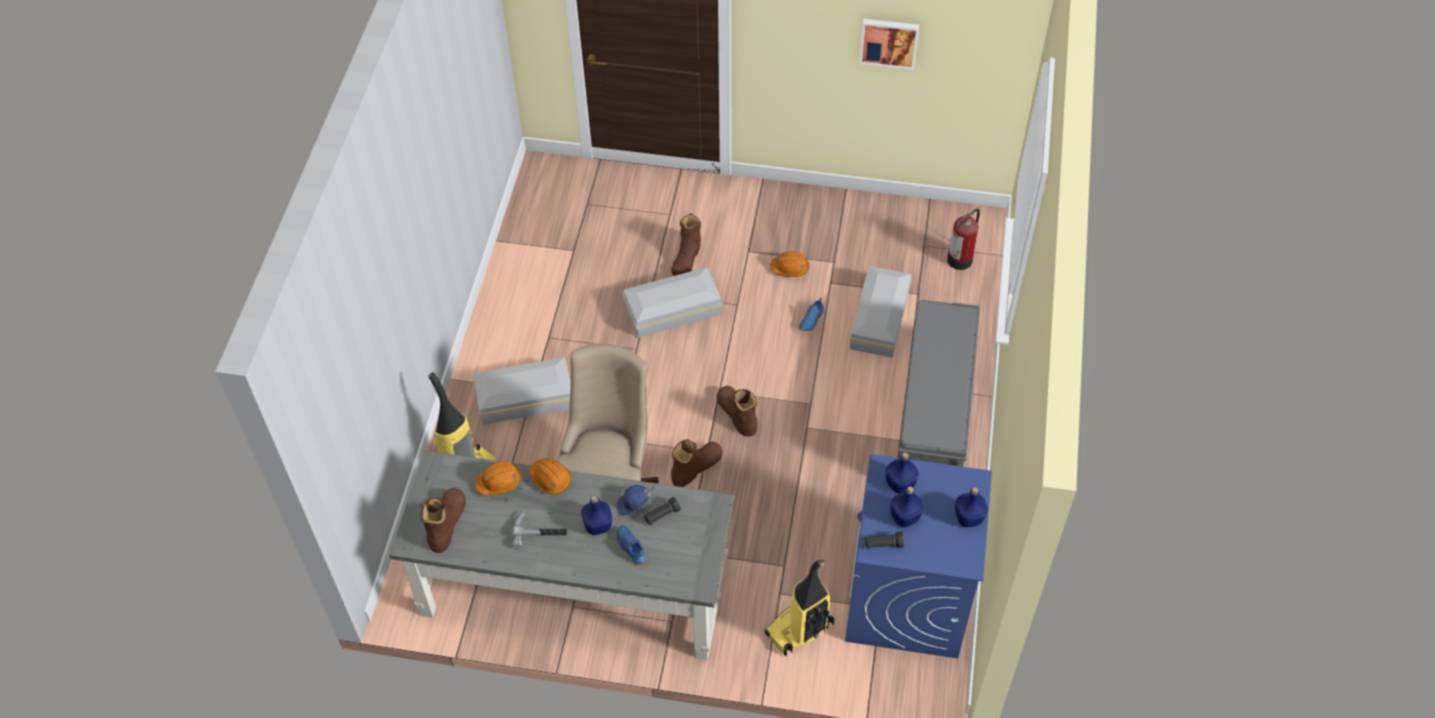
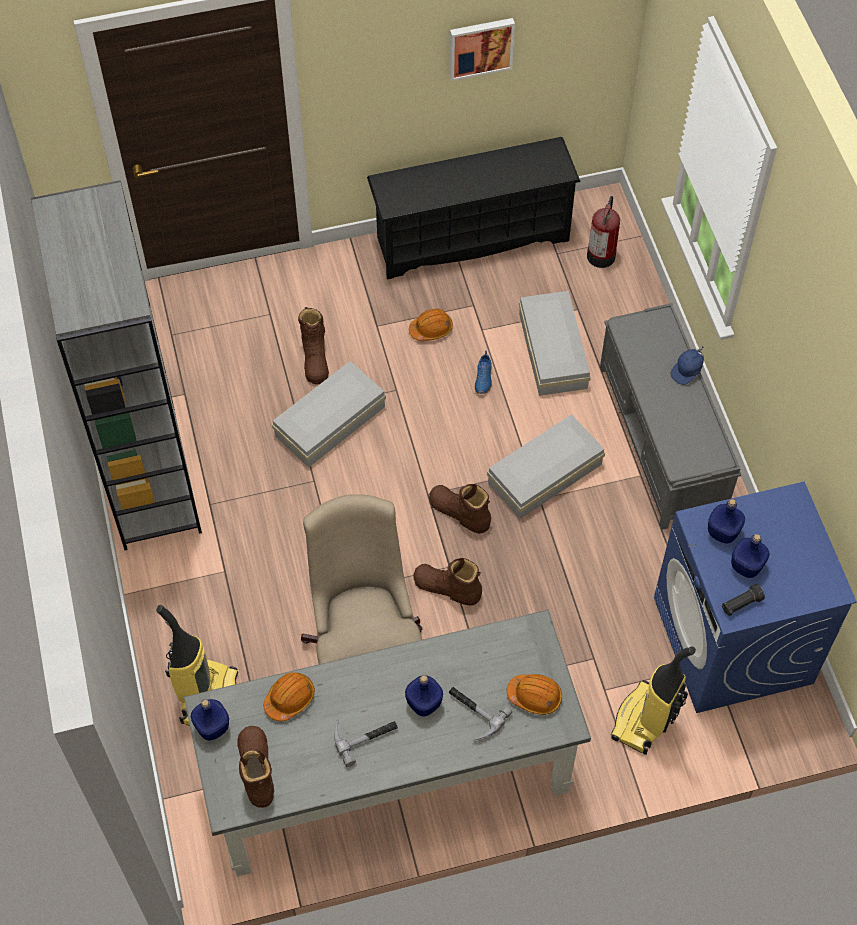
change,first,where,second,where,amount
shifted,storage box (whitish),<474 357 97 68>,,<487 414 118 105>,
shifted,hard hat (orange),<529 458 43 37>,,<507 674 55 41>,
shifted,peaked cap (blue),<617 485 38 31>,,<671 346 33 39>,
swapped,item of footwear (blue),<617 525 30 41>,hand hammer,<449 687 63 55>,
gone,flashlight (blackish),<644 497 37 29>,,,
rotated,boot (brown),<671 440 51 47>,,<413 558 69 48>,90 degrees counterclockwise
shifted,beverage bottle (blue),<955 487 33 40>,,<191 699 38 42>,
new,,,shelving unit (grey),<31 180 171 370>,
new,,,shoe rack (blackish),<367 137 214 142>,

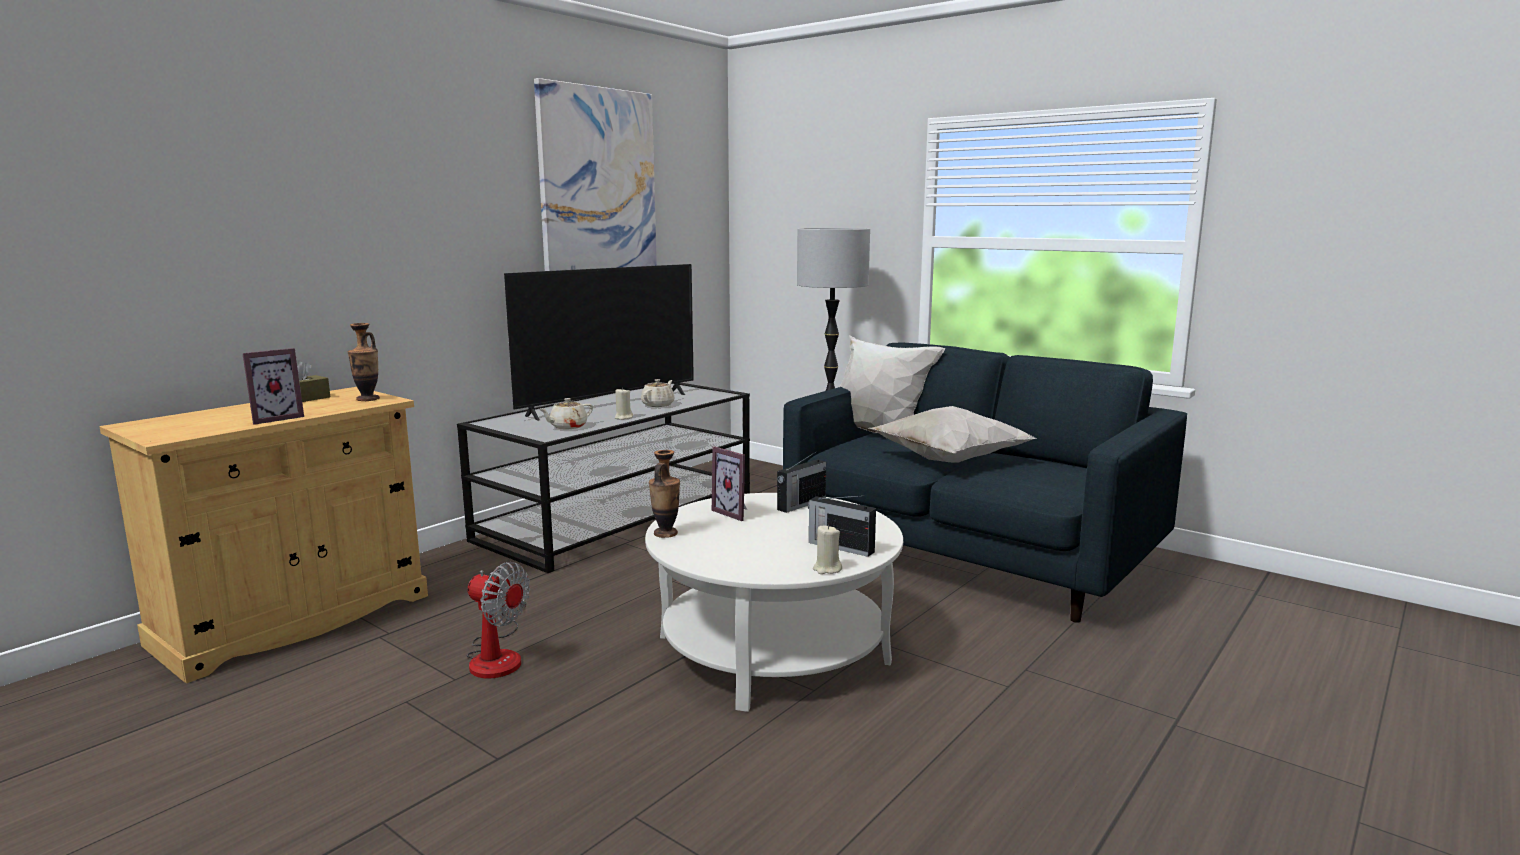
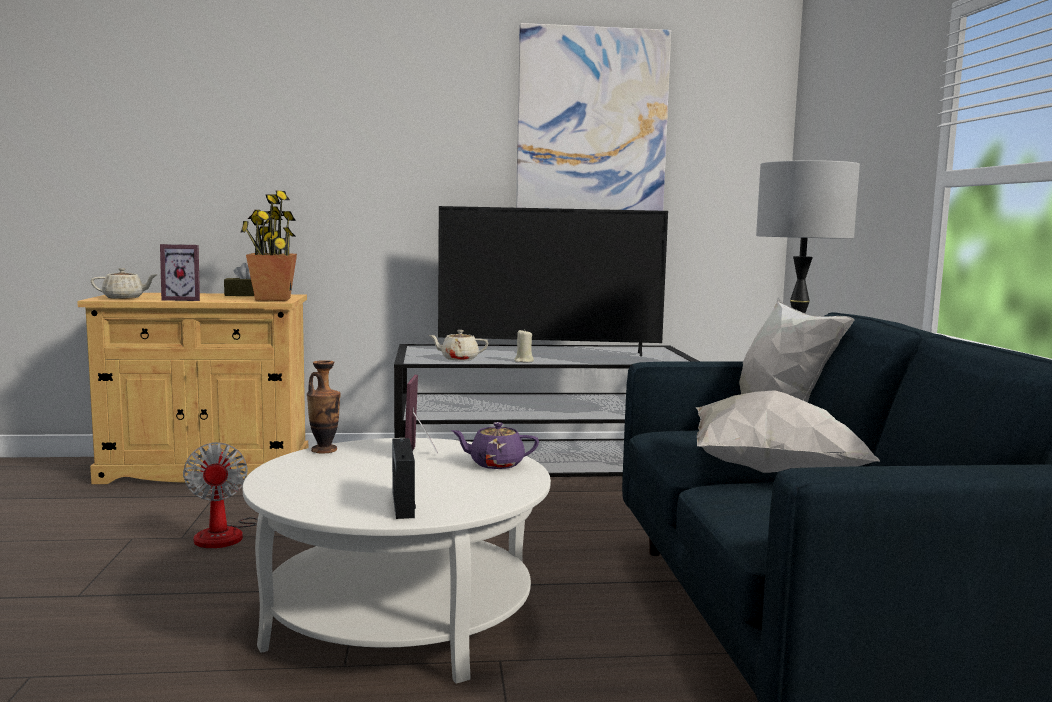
change,first,where,second,where,amount
swapped,decorative vase,<348 323 32 78>,potted plant,<240 190 57 111>,
shifted,pot for tea (sand-coloured),<641 379 34 28>,,<91 268 67 31>,
swapped,radio set,<777 451 49 62>,pot for tea (purple-coloured),<451 422 88 47>,
gone,wax candle (sand-coloured),<813 525 29 49>,,,

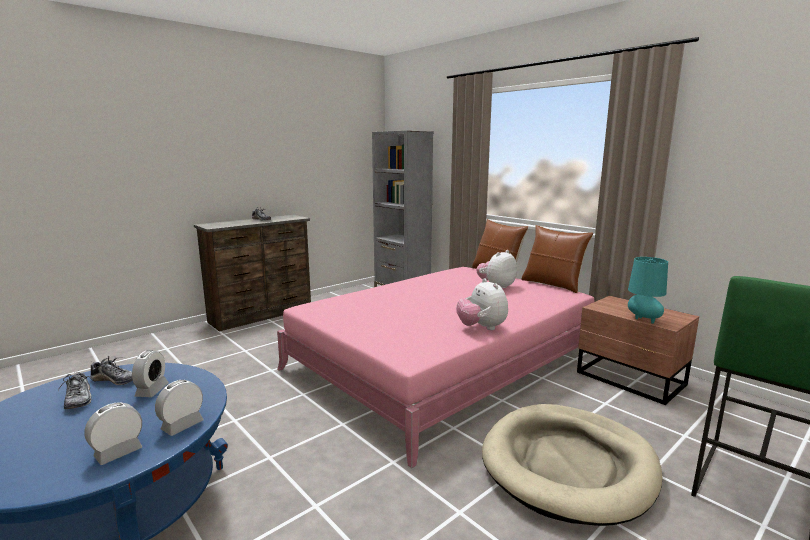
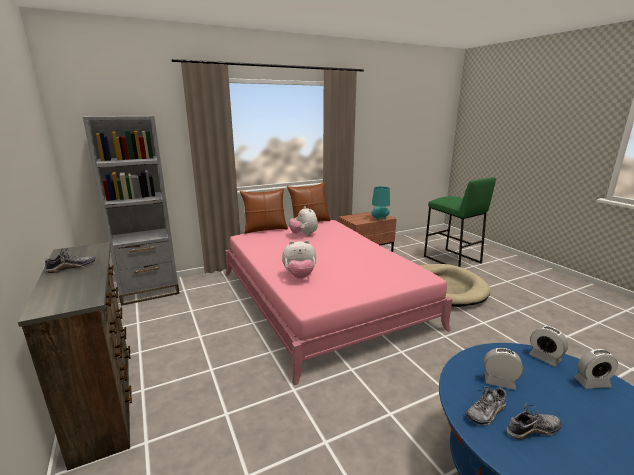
change,first,where,second,where,amount
rotated,bedside clock,<84 403 59 62>,,<574 349 44 40>,60 degrees counterclockwise
rotated,item of footwear,<90 356 43 29>,,<465 386 41 39>,150 degrees counterclockwise
shifted,plush toy,<457 278 51 52>,,<282 240 34 39>,

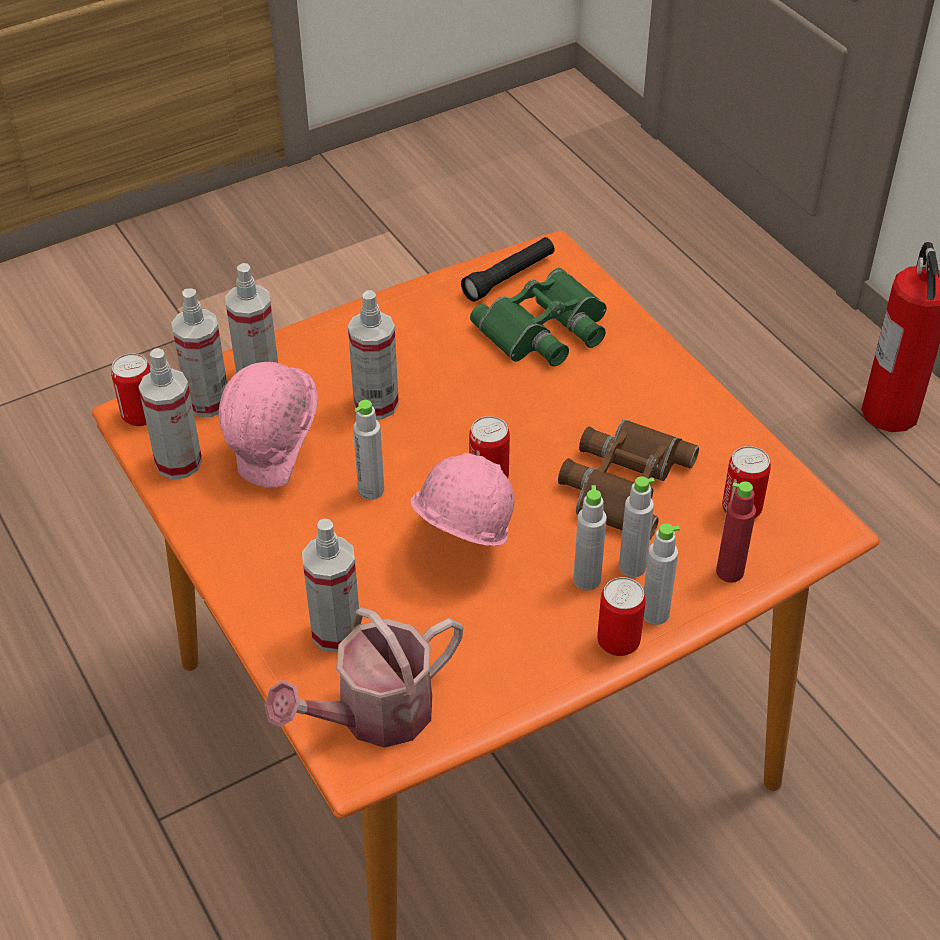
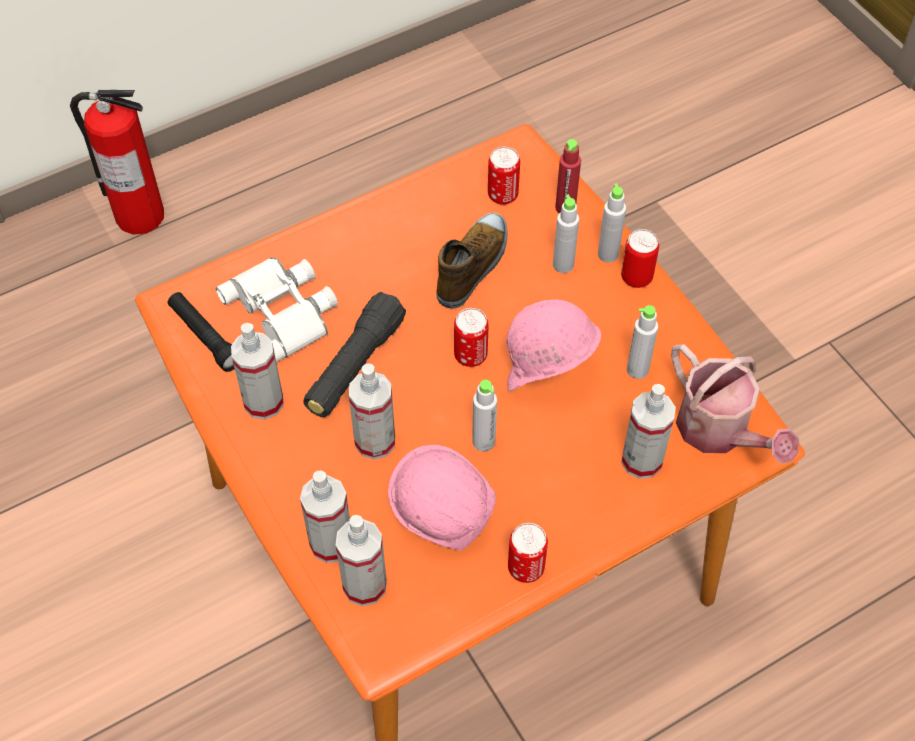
change,first,where,second,where,amount
shifted,metal can,<111 353 39 73>,,<508 523 40 60>,
shifted,hand sprayer,<139 348 63 132>,,<231 323 53 97>,
repainted,pair of binoculars (greenish),<470 268 137 98>,pair of binoculars (whitish),<216 257 122 105>,
swapped,pair of binoculars (brown),<558 420 141 119>,item of footwear,<436 213 72 96>,
shifted,beverage bottle (grey),<573 485 34 106>,,<627 305 31 74>,
new,,,flashlight (blackish),<303 292 103 125>,

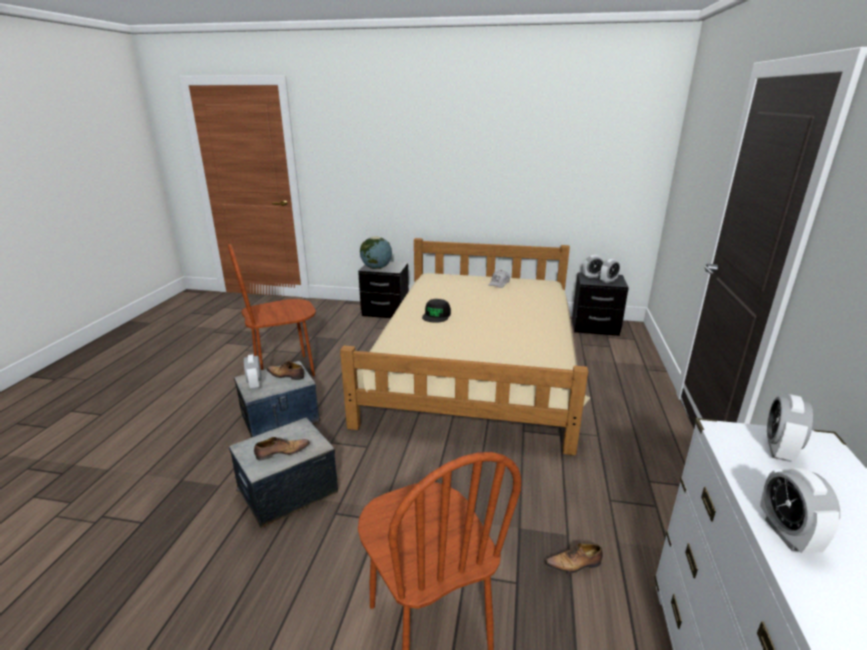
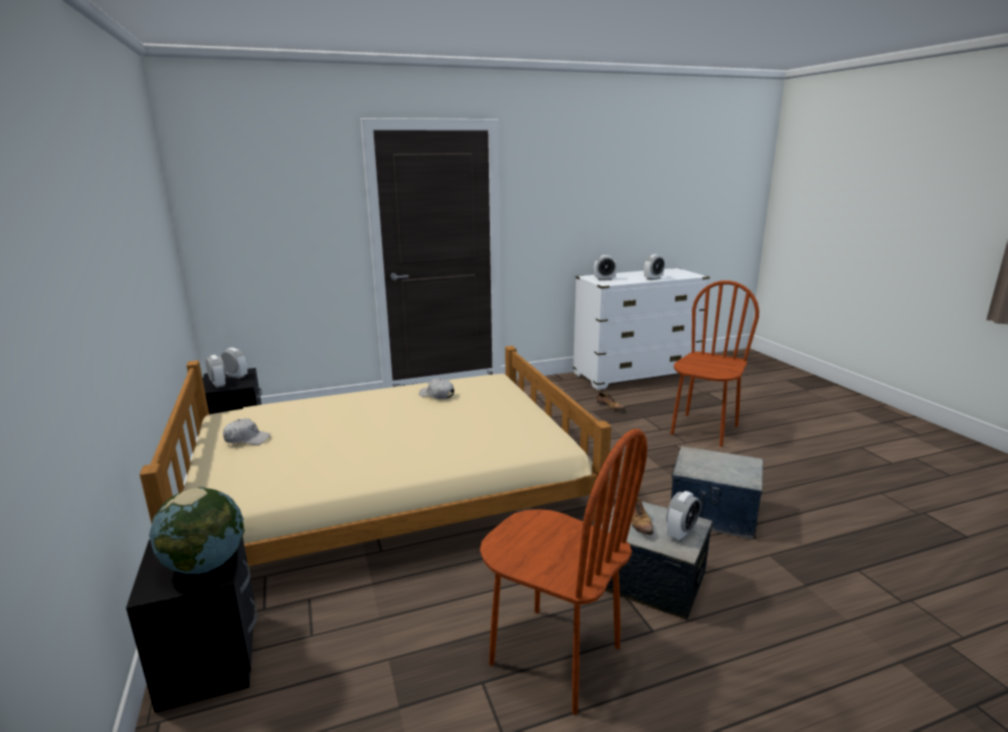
change,first,where,second,where,amount
gone,item of footwear,<254 437 56 23>,,,
gone,peaked cap (blackish),<422 299 29 24>,,,
new,,,peaked cap (whitish),<419 378 35 21>,

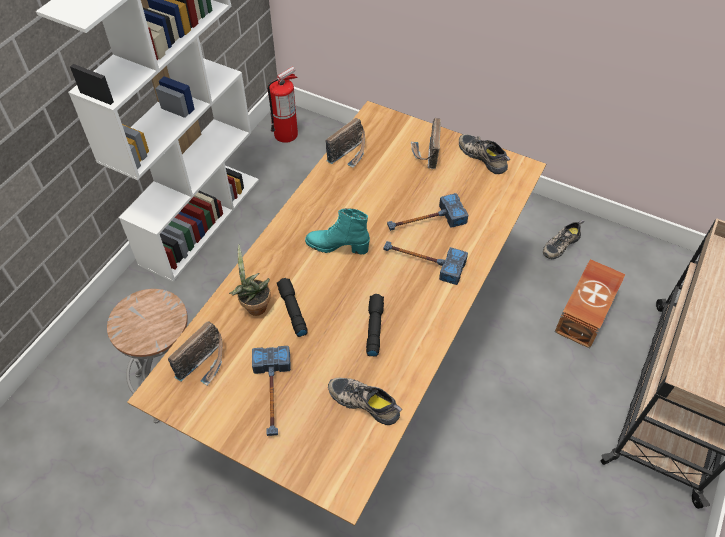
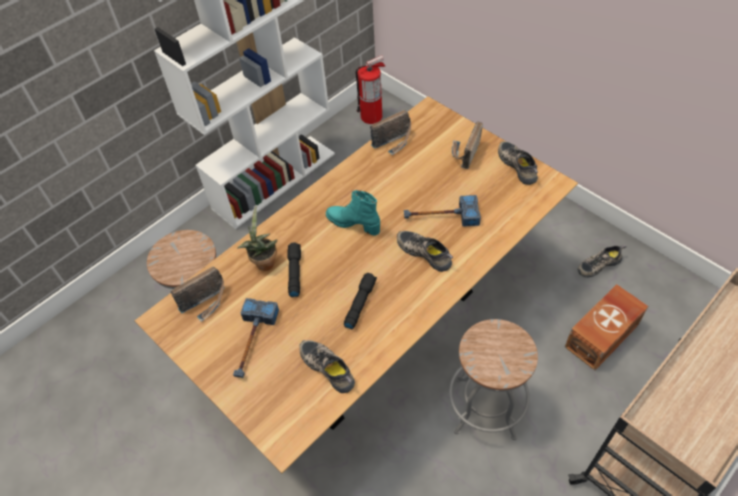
change,first,where,second,where,amount
swapped,hand hammer,<383 241 85 44>,item of footwear,<397 231 56 41>,
new,,,stool (grey),<449 319 89 121>,

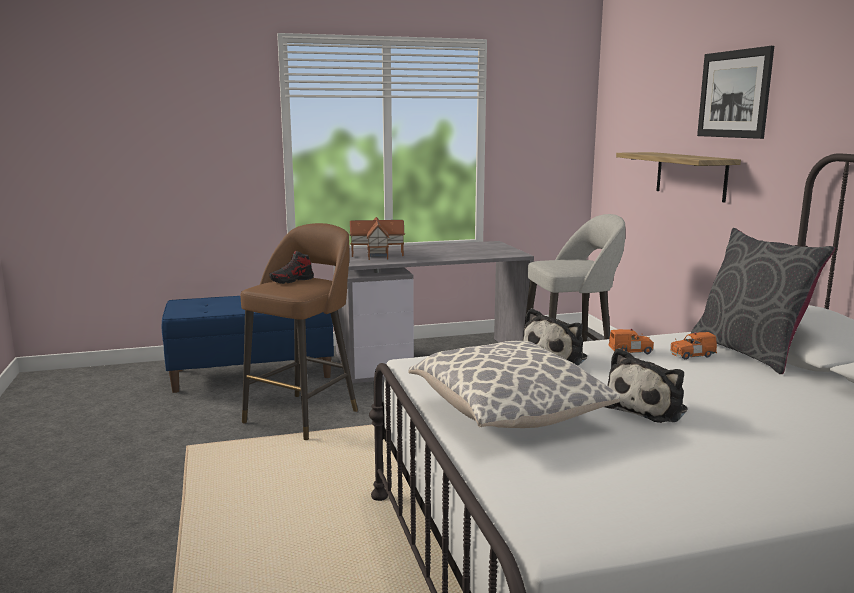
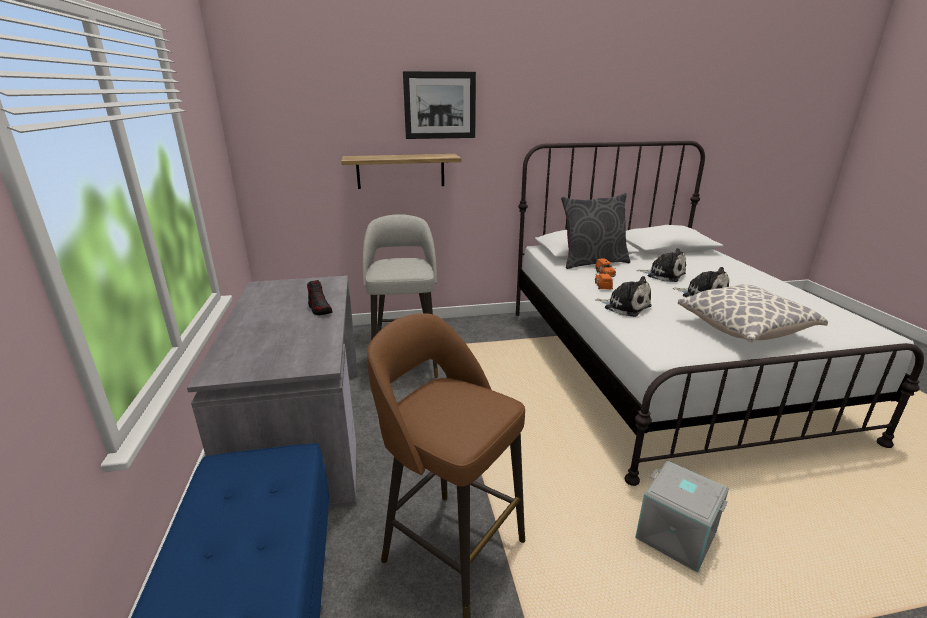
change,first,where,second,where,amount
shifted,item of footwear,<269 251 45 33>,,<307 280 26 35>,
gone,model house,<350 217 55 43>,,,
new,,,storage box (grey),<635 461 94 112>,
new,,,plush toy,<636 248 50 34>,

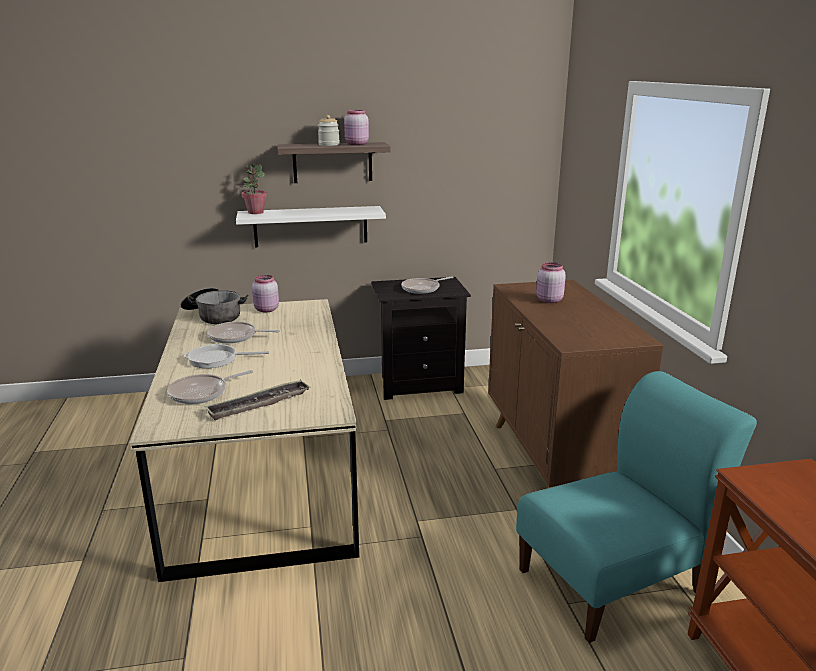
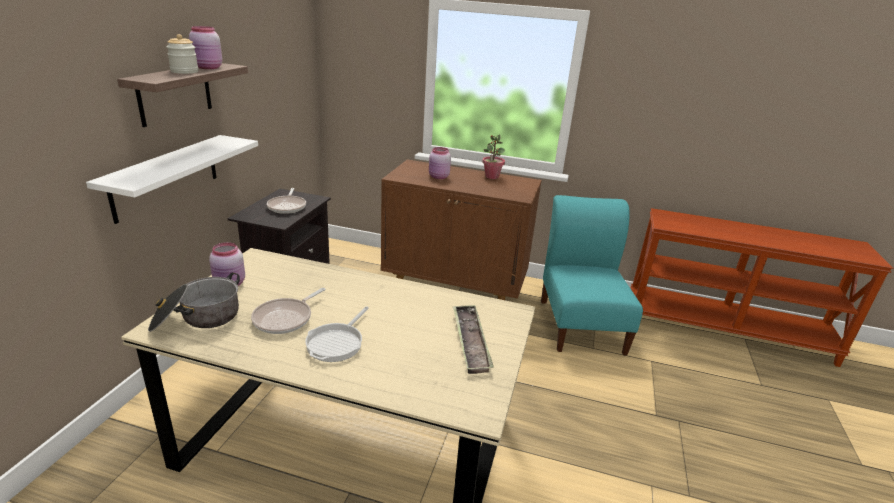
change,first,where,second,where,amount
gone,frying pan,<167 370 86 34>,,,
shifted,potted plant,<241 164 26 50>,,<482 134 23 45>,

